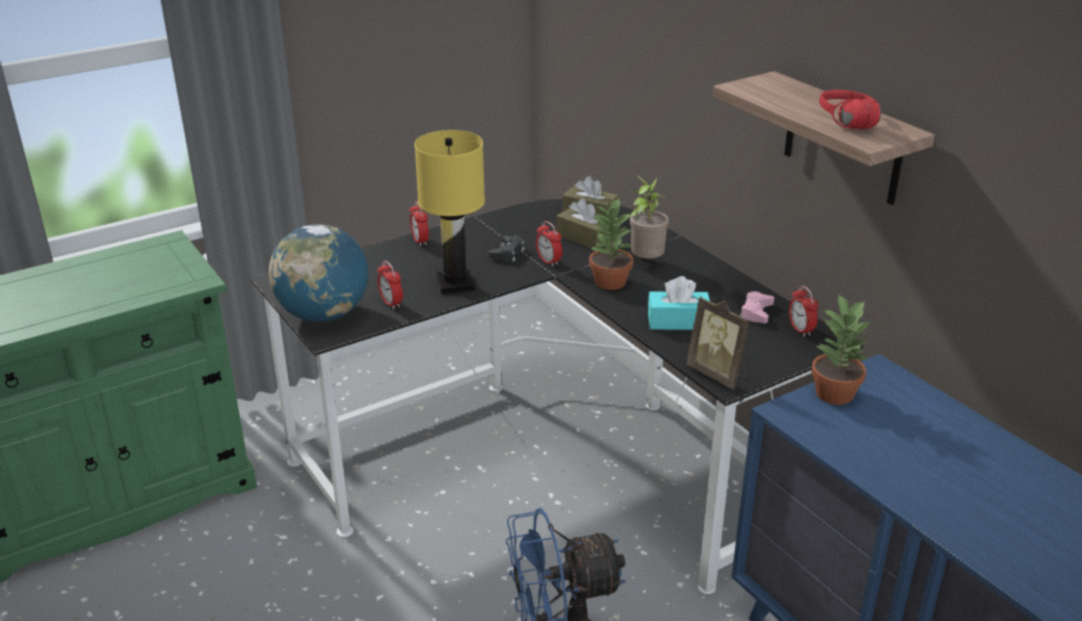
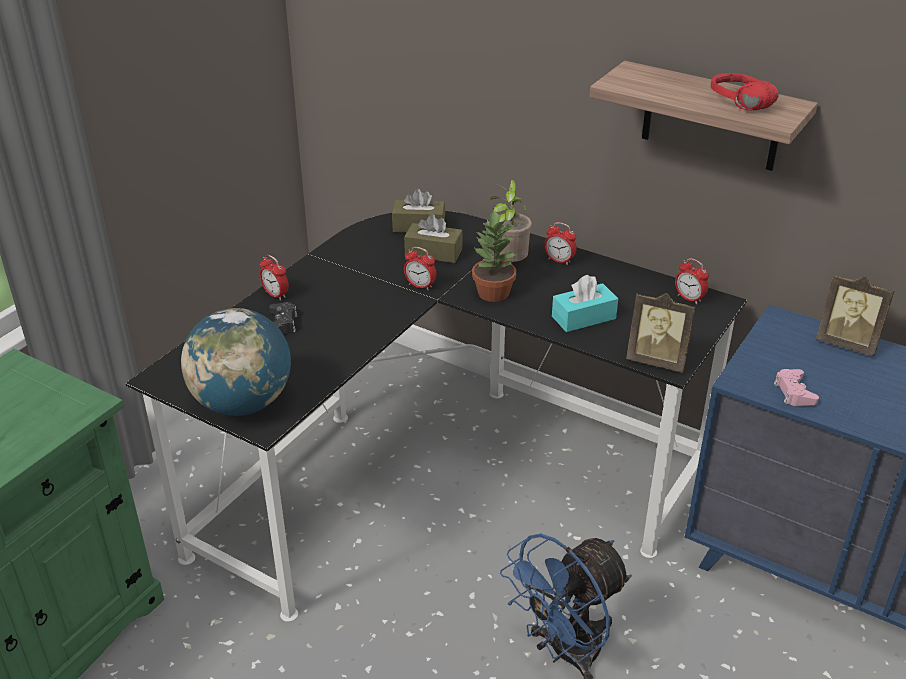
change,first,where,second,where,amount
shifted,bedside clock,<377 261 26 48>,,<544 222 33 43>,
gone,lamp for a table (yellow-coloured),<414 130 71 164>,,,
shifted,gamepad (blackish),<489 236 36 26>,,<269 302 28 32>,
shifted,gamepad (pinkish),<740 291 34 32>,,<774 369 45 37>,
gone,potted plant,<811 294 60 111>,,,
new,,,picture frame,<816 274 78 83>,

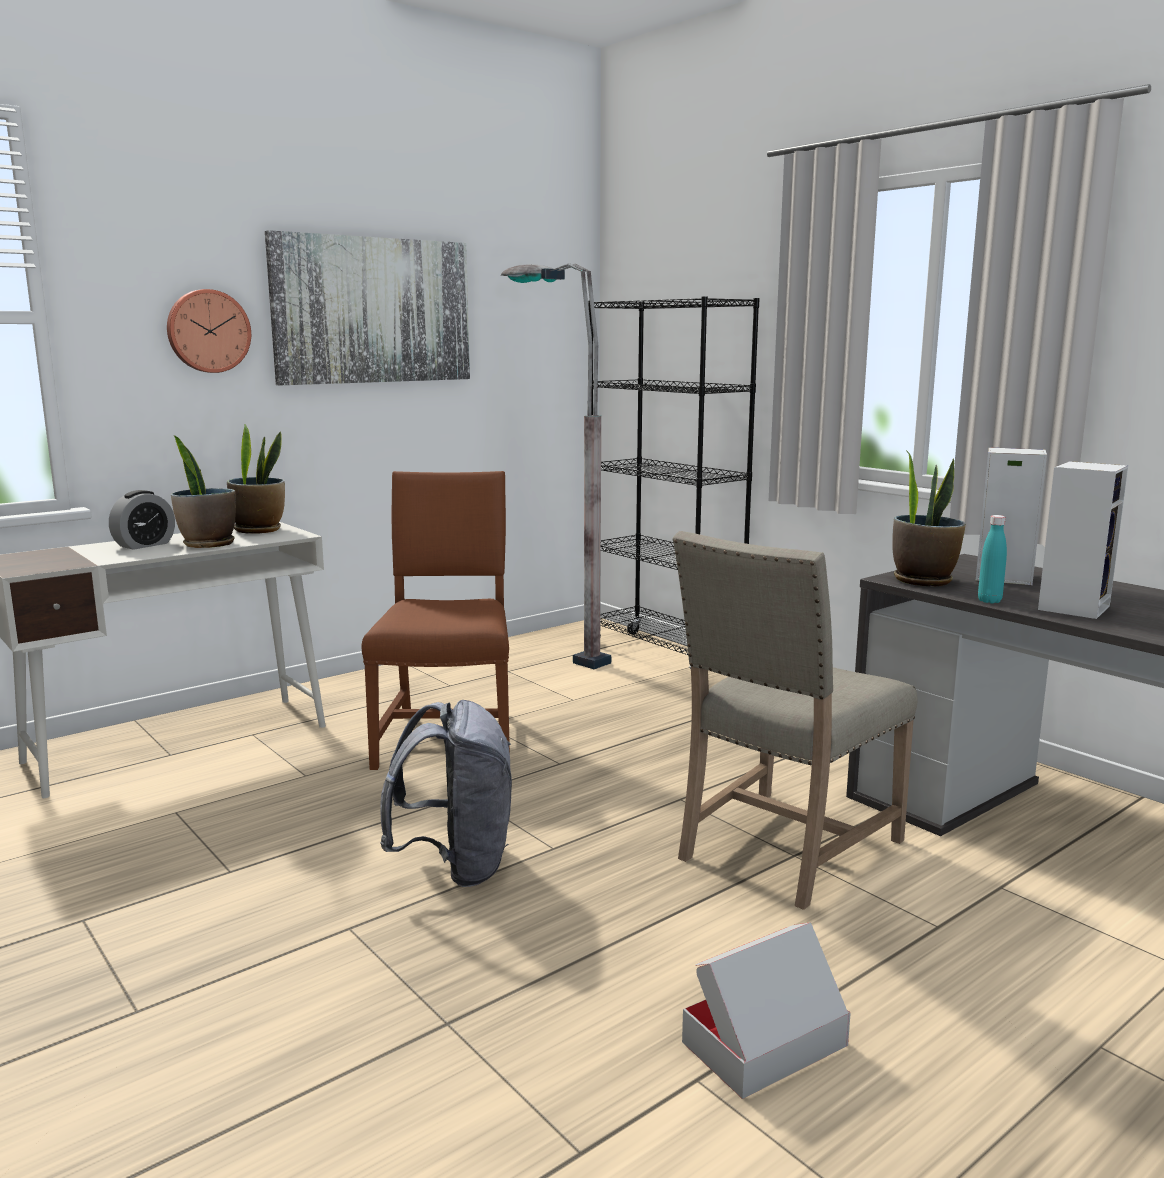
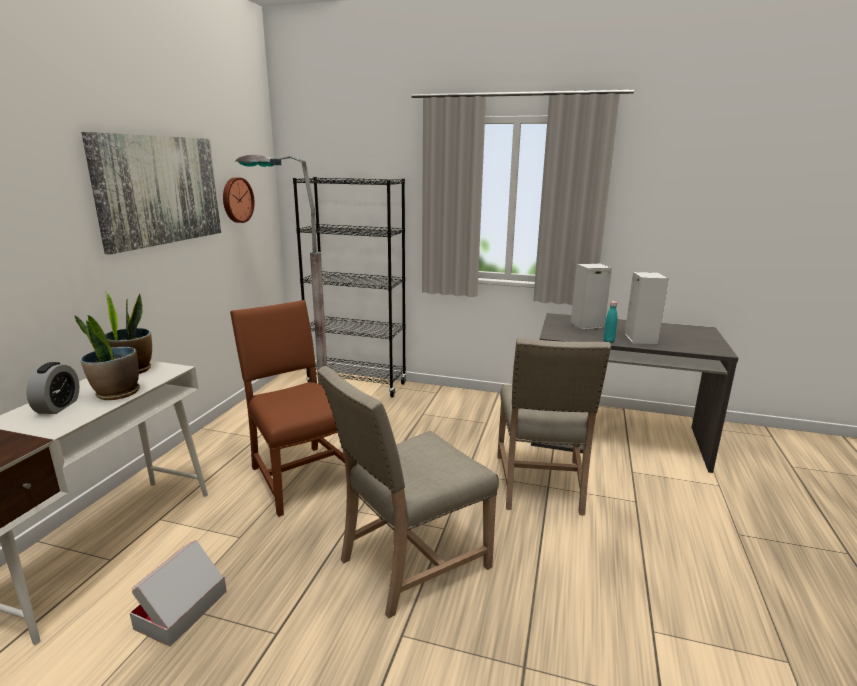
change,first,where,second,where,amount
shifted,hanging clock,<167 289 84 84>,,<223 177 32 46>,
swapped,backpack (grey),<380 700 132 187>,chair (sand-coloured),<317 366 182 253>,
shifted,carton,<682 922 169 177>,,<130 540 97 107>,
gone,potted plant,<892 450 74 136>,,,

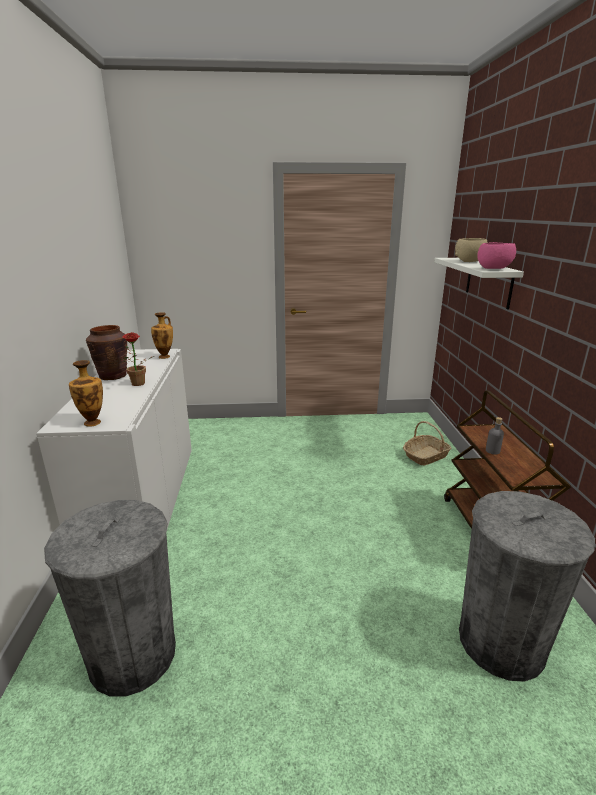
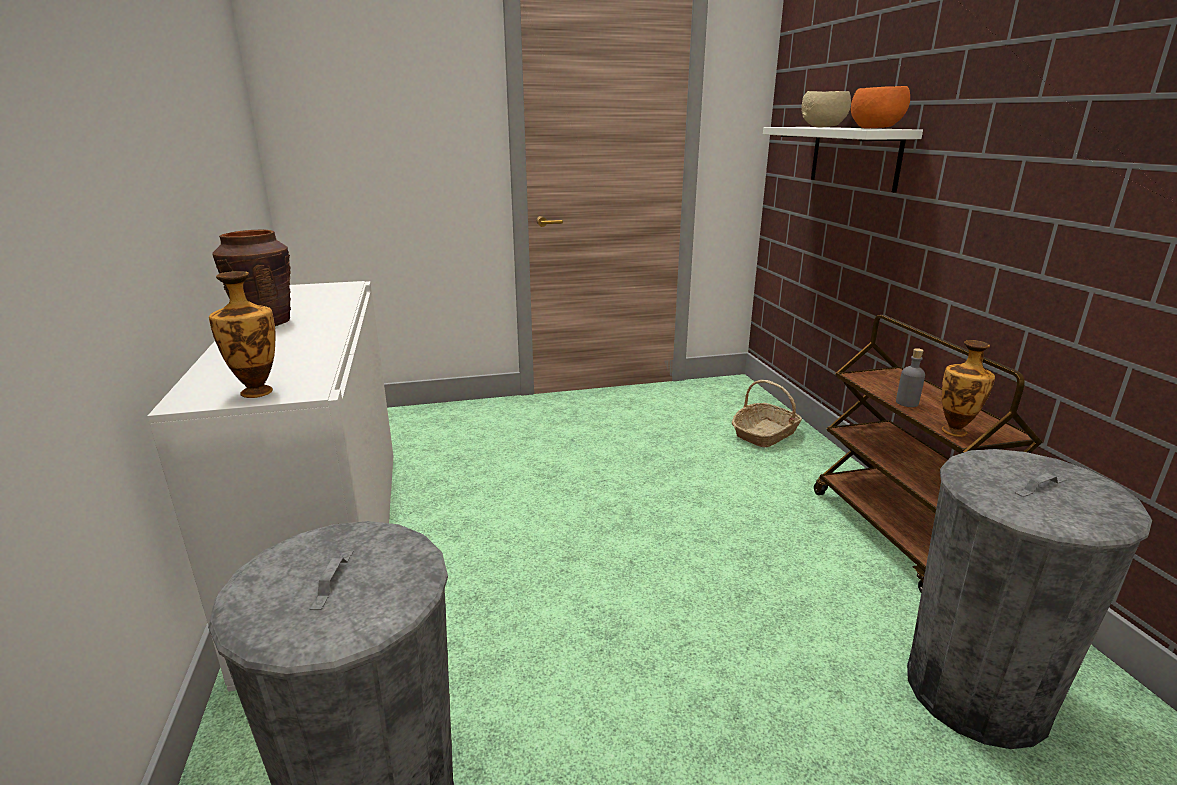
change,first,where,second,where,amount
gone,potted plant,<121 332 33 54>,,,
shifted,decorative vase,<151 312 22 47>,,<942 340 53 97>,
repainted,serving bowl (pinkish),<477 242 39 27>,serving bowl (orange),<851 86 59 43>,

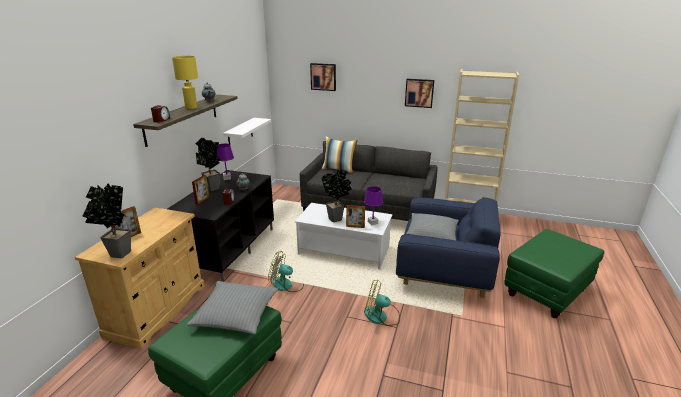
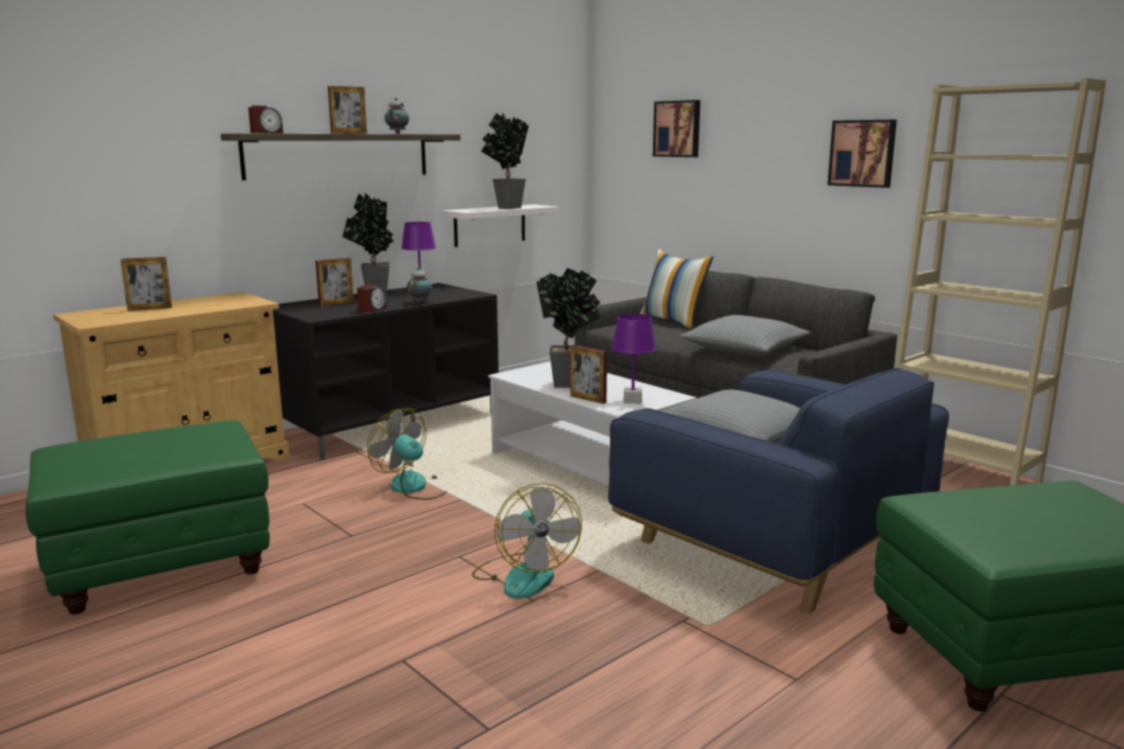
change,first,where,second,where,amount
shifted,potted plant,<82 184 49 74>,,<481 113 48 96>,
swapped,lamp for a table (yellow-coloured),<172 56 26 53>,picture frame,<328 86 39 48>,
shifted,throw pillow (grey),<186 281 92 53>,,<680 315 130 41>,
rotated,cooling fan,<364 280 36 46>,,<472 483 110 116>,150 degrees counterclockwise

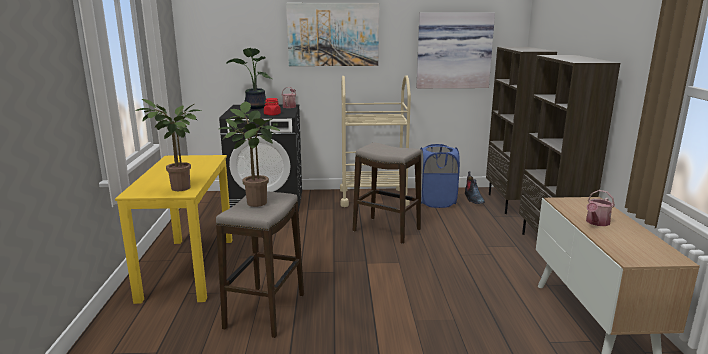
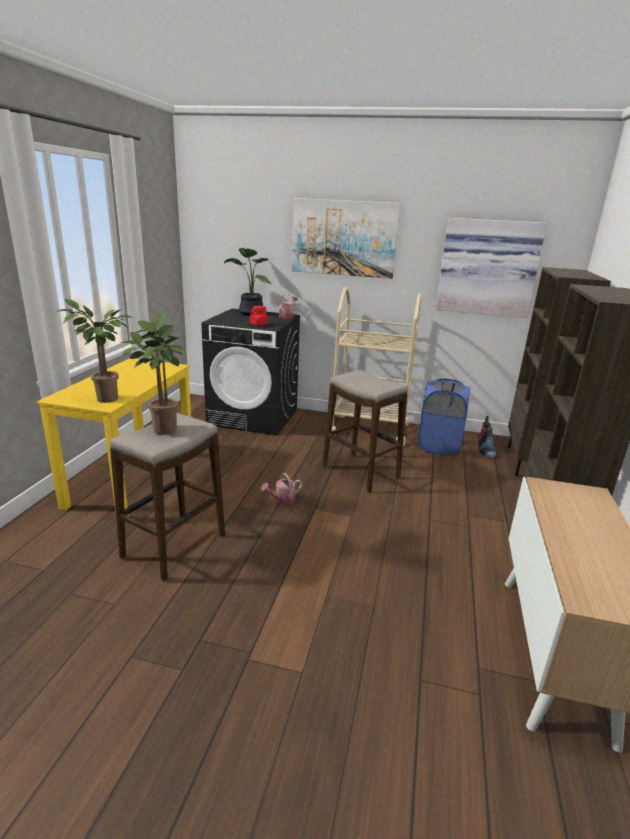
change,first,where,second,where,amount
shifted,watering pot,<586 190 29 36>,,<261 473 41 31>,

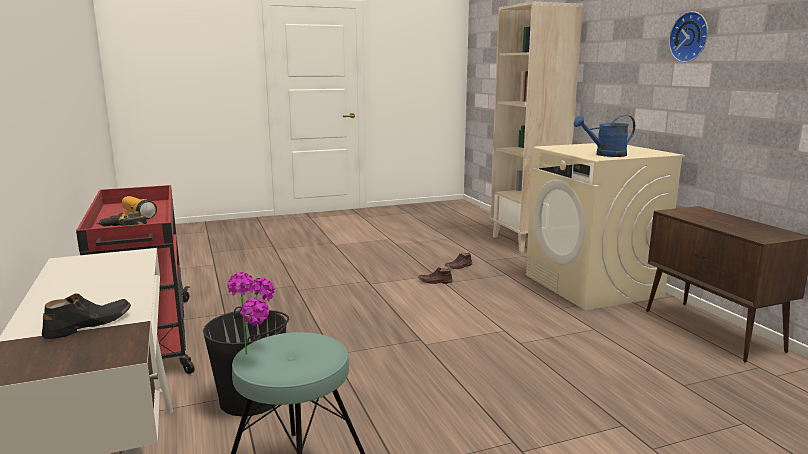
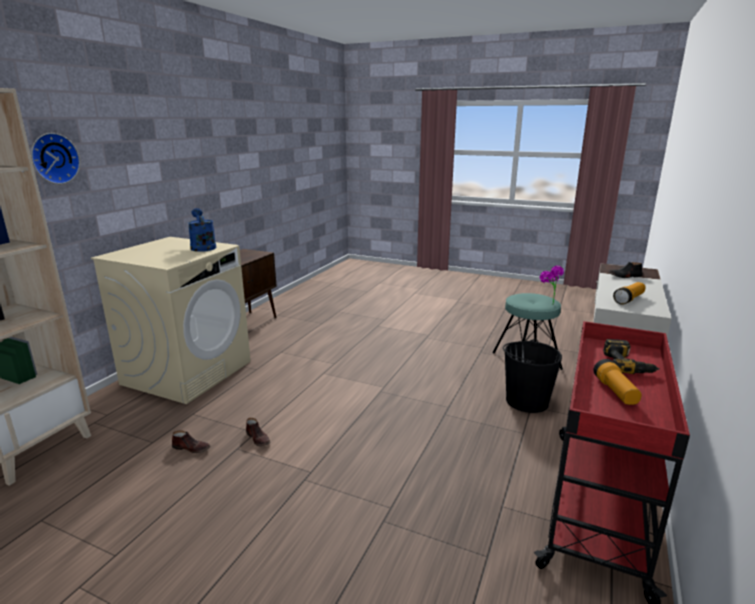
change,first,where,second,where,amount
rotated,watering pot (blue),<574 115 61 42>,,<188 208 28 44>,150 degrees counterclockwise
shifted,hanging clock,<669 11 39 51>,,<31 133 49 51>,
new,,,flashlight,<613 282 33 23>,

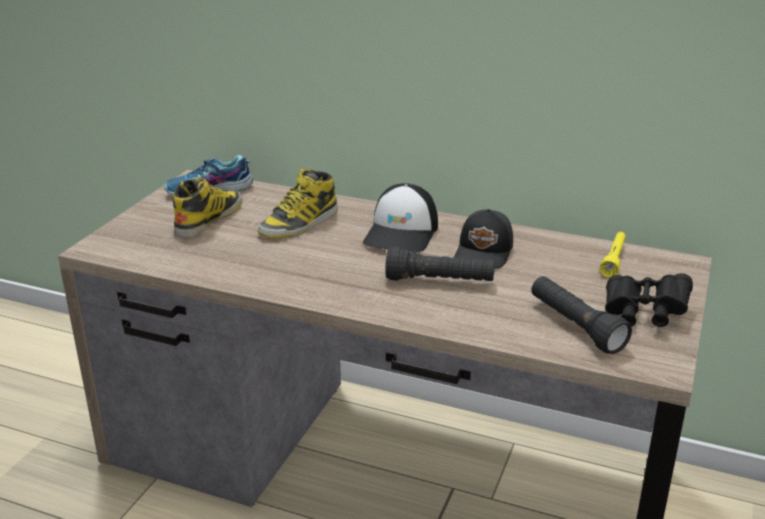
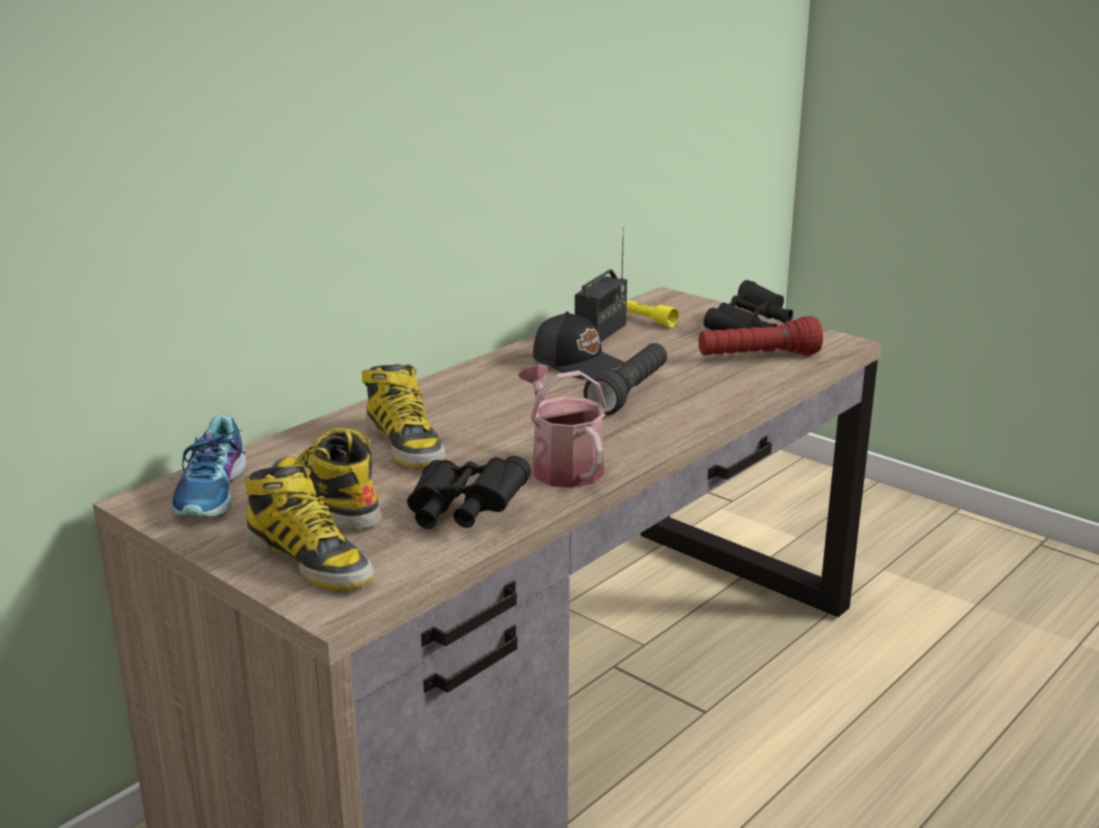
change,first,where,second,where,amount
gone,peaked cap,<363 183 75 69>,,,
repainted,flashlight (blackish),<531 276 101 78>,flashlight (red-coloured),<699 316 124 39>,
new,,,boot,<245 464 129 126>,
new,,,pair of binoculars (blackish),<407 456 124 73>,
new,,,watering pot,<518 365 88 123>,
new,,,radio set,<575 228 52 114>,

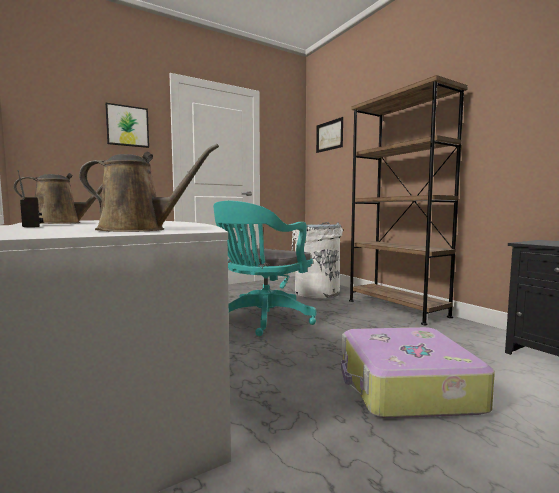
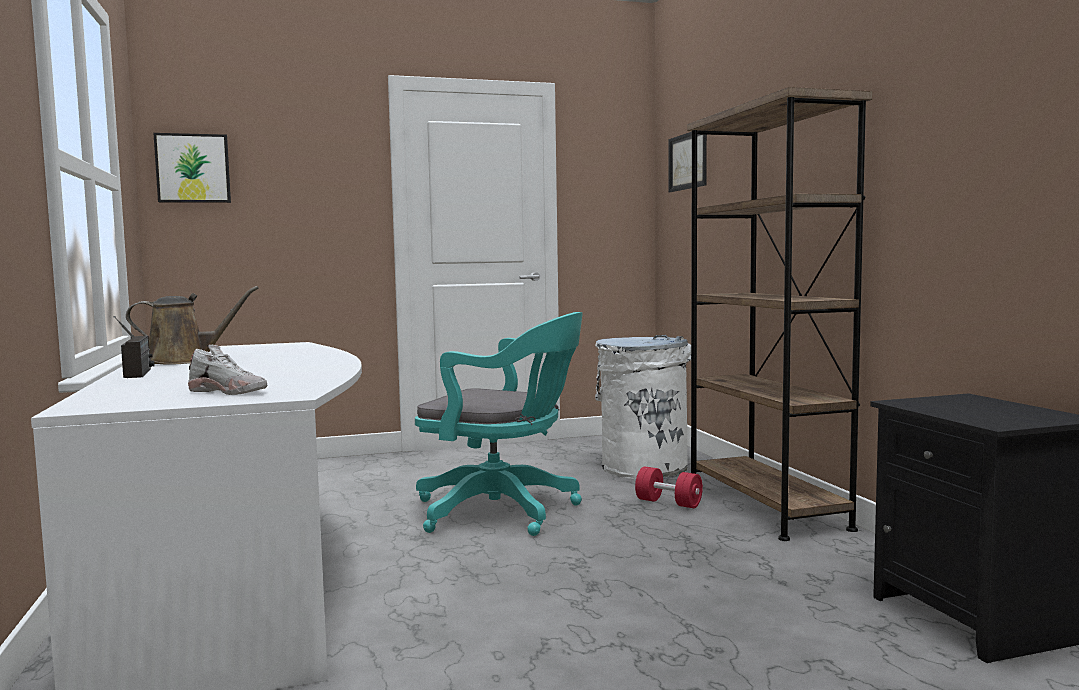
change,first,where,second,where,amount
swapped,watering pot (brown),<79 144 140 88>,item of footwear (whitish),<188 345 79 50>,
shifted,wall picture,<105 103 44 45>,,<153 133 78 70>,
rotated,desk chair (turquoise),<213 201 104 135>,,<415 312 168 224>,120 degrees counterclockwise
gone,travel case,<341 327 154 91>,,,
new,,,dumbbell (red-coloured),<635 466 68 42>,

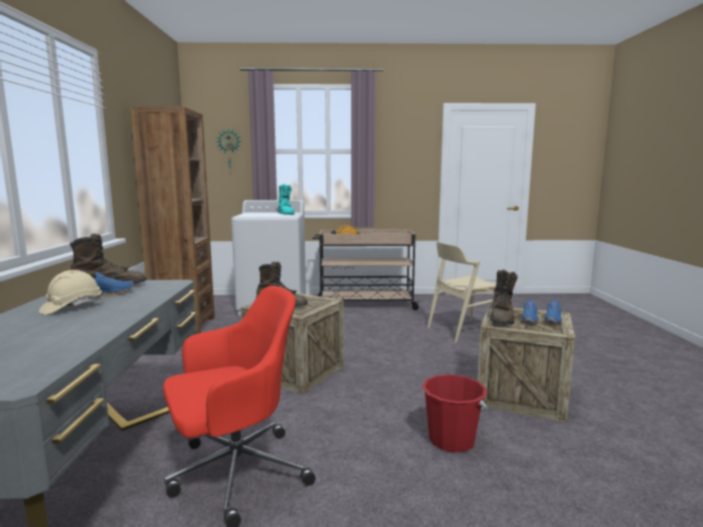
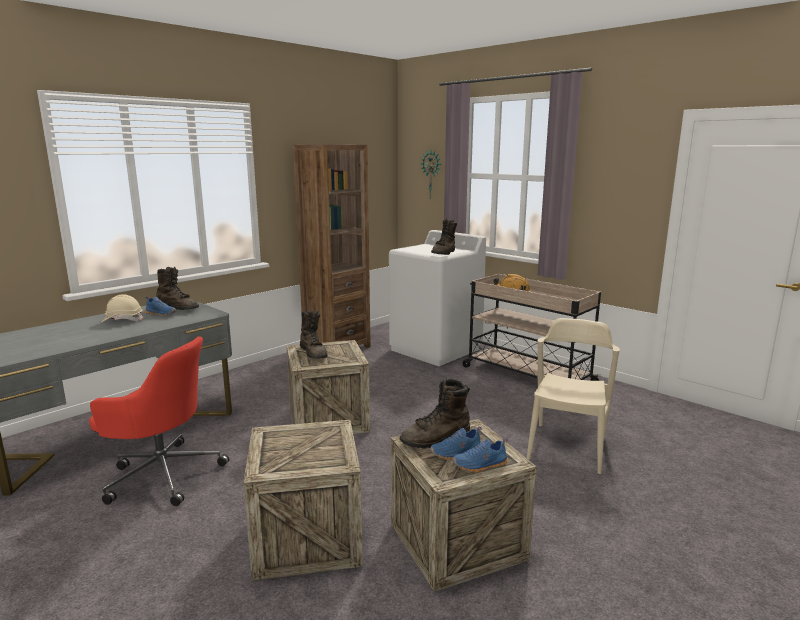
change,first,where,second,where,amount
repainted,boot (turquoise),<278 184 17 31>,boot (brown),<431 218 26 37>,
swapped,bucket (red-coloured),<422 374 65 79>,shipping crate,<243 420 120 160>,
rotated,chair (sand-coloured),<428 242 68 101>,,<527 318 93 156>,90 degrees clockwise

